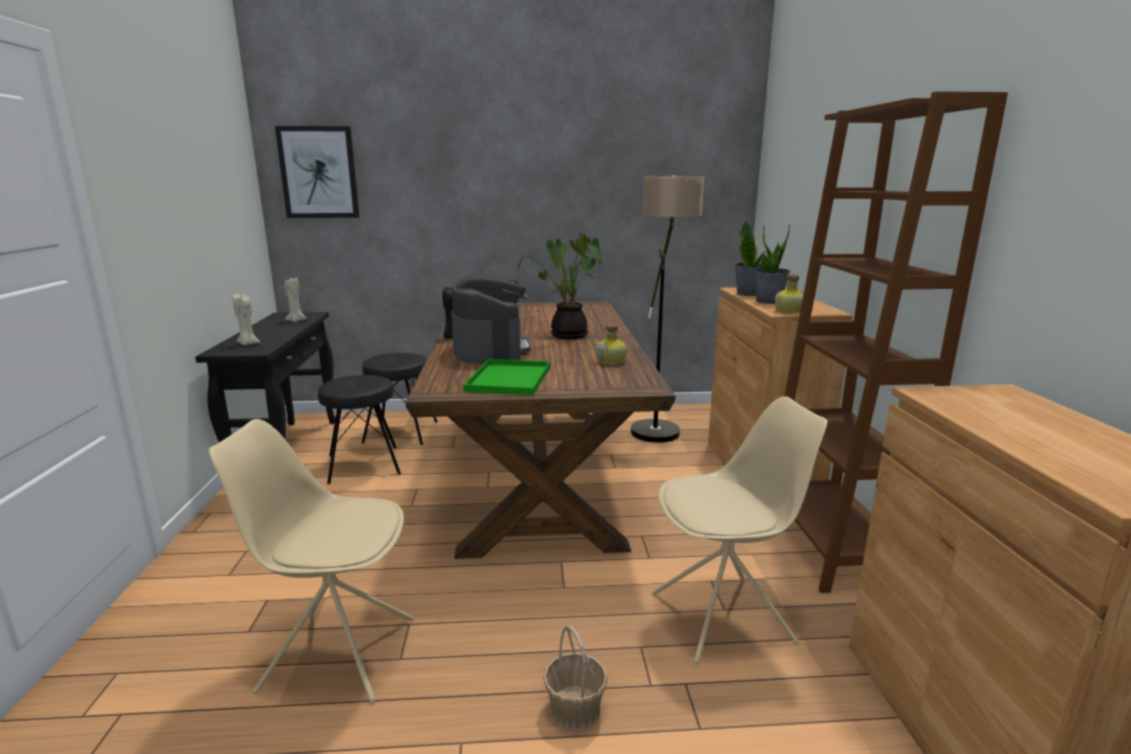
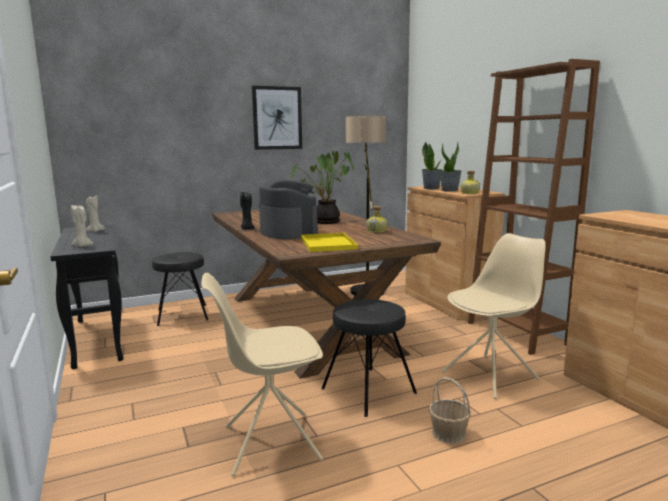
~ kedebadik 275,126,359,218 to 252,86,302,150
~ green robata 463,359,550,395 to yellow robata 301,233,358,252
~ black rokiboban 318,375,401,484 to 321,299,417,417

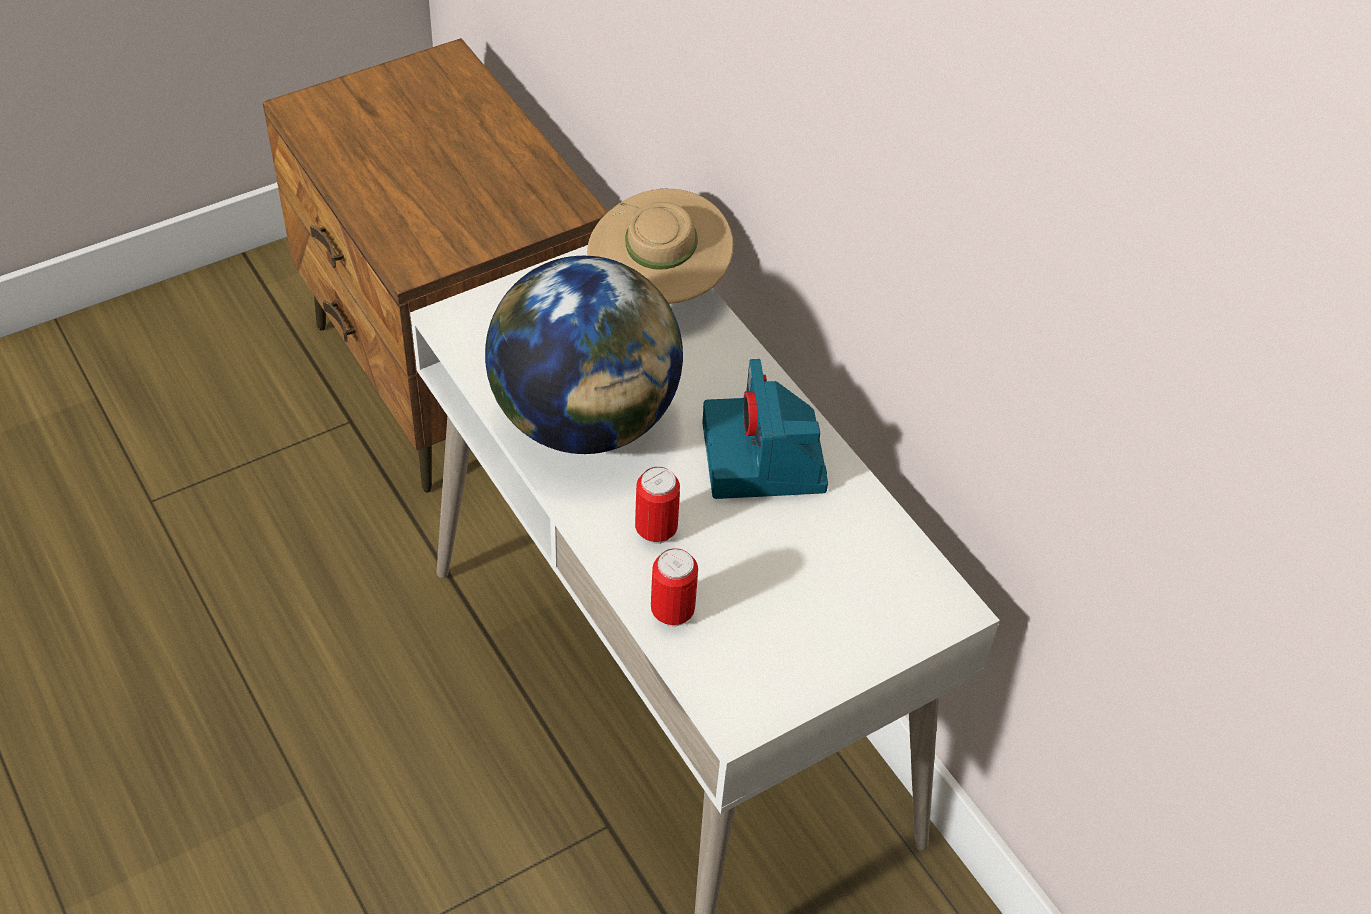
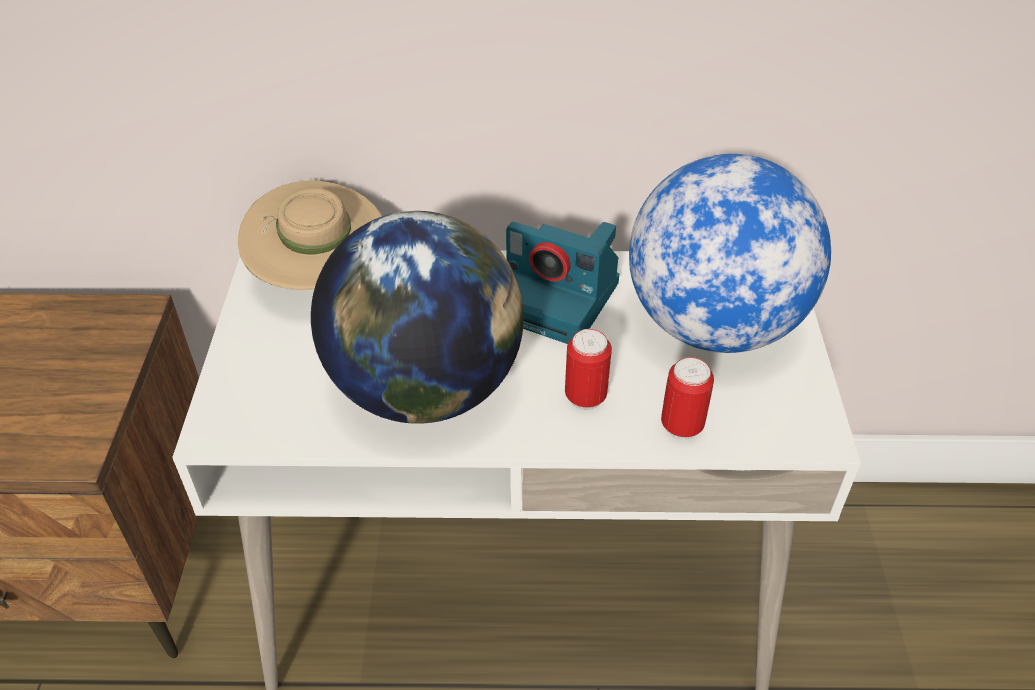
+ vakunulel 629,154,831,353

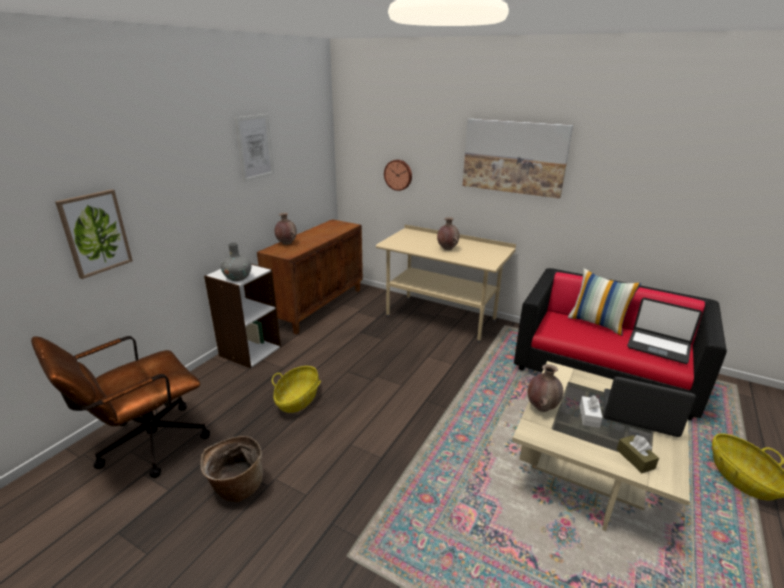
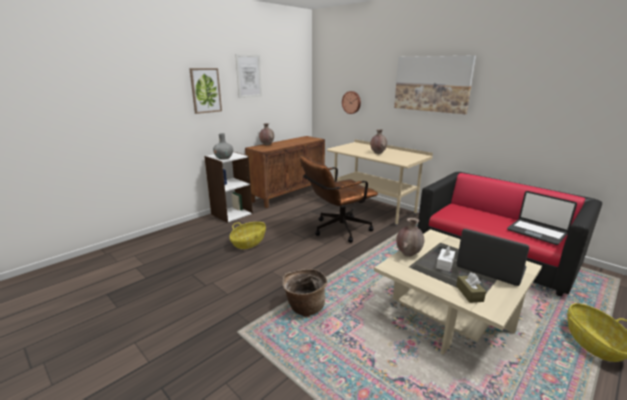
~ kedebadik 55,189,133,279 to 189,68,222,114
~ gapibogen 200,436,263,502 to 282,269,328,317
~ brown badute 31,336,210,478 to 299,155,378,243
- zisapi 568,268,641,336

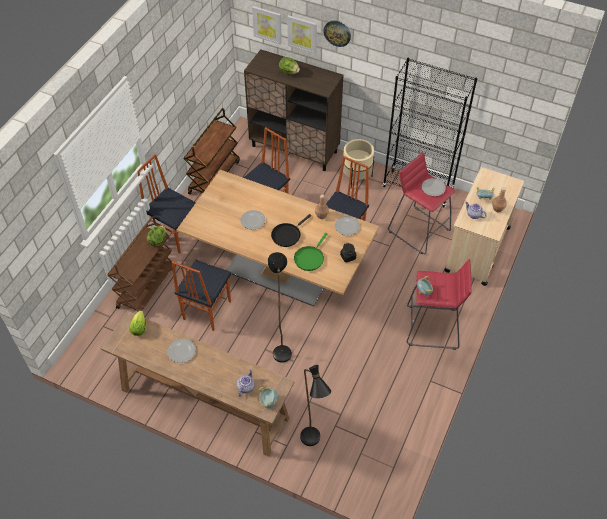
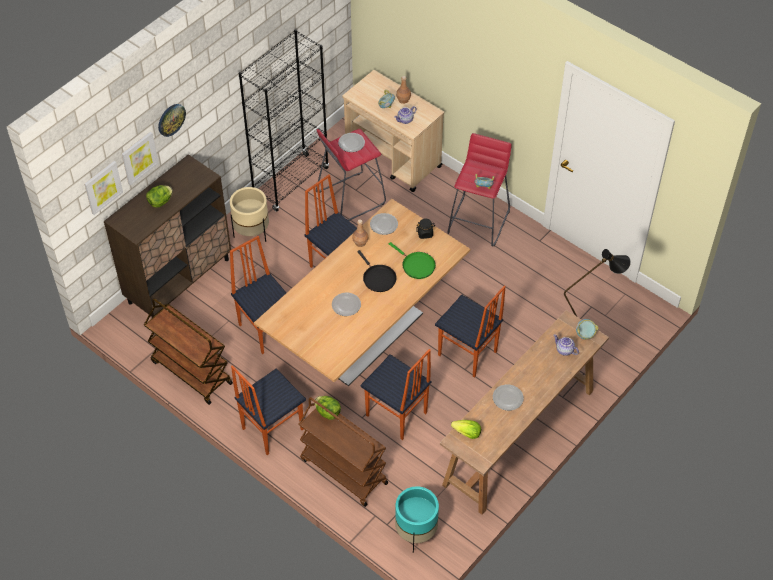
+ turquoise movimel 395,486,439,553
~ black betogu 268,252,292,363 to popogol 435,286,506,378

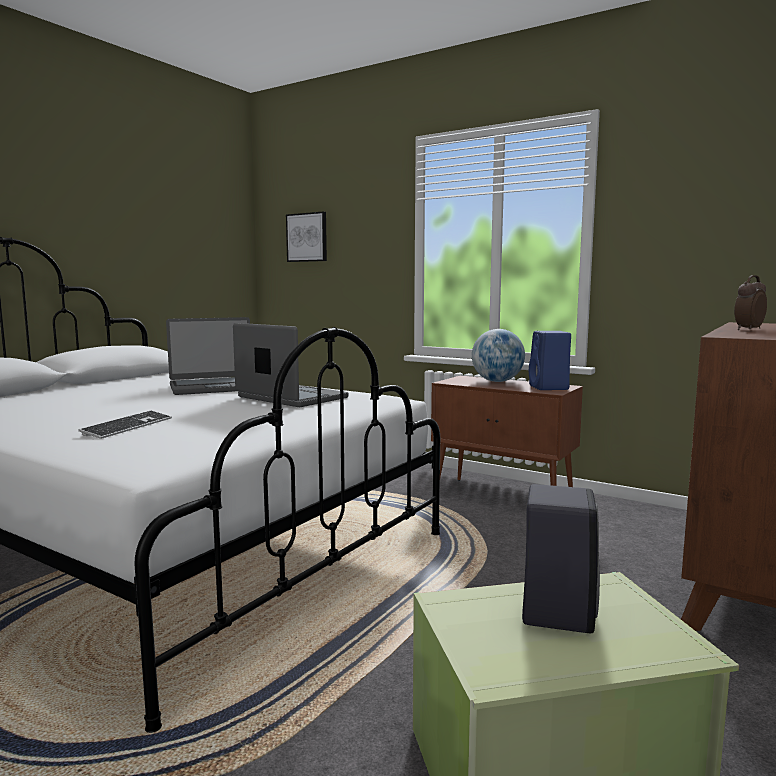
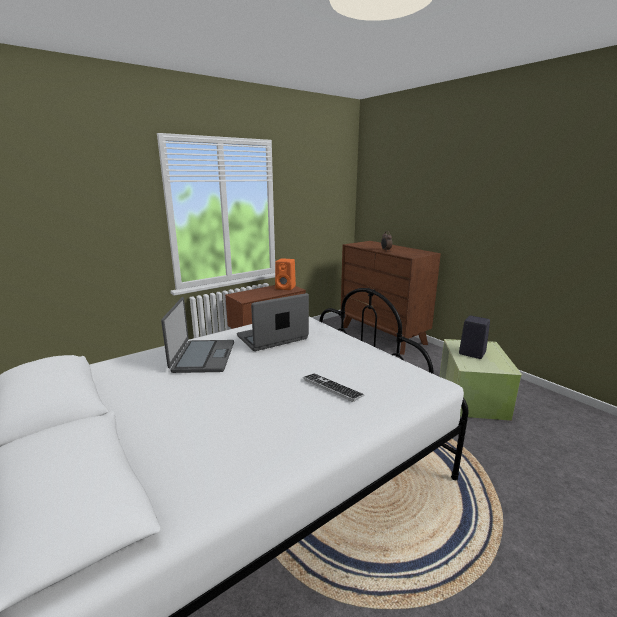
~ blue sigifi 529,331,571,390 to orange sigifi 275,258,296,290
- kedebadik 286,212,327,262
- vakunulel 472,329,525,382

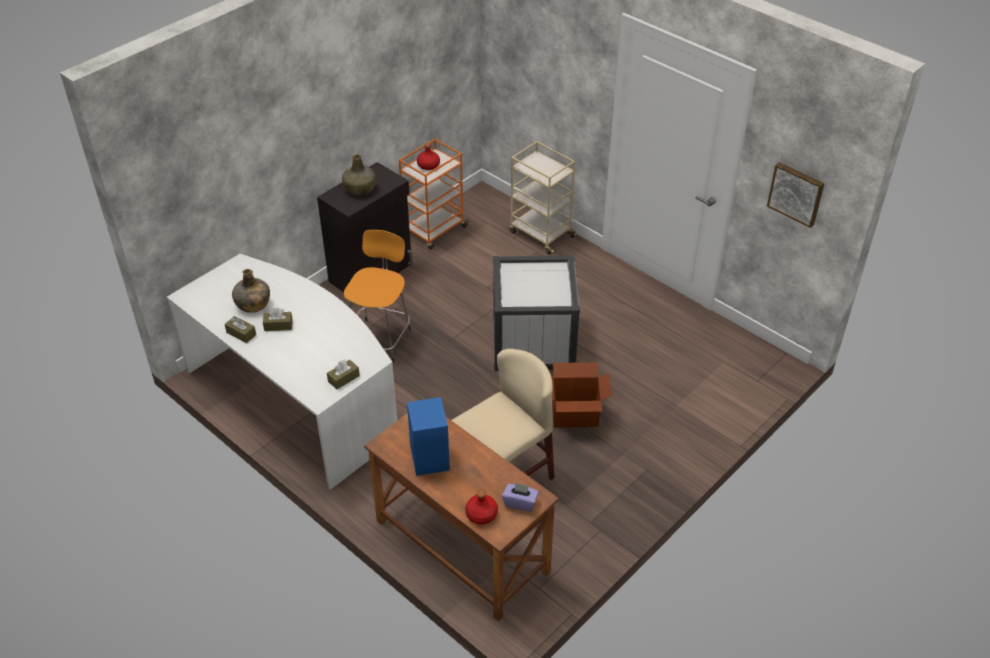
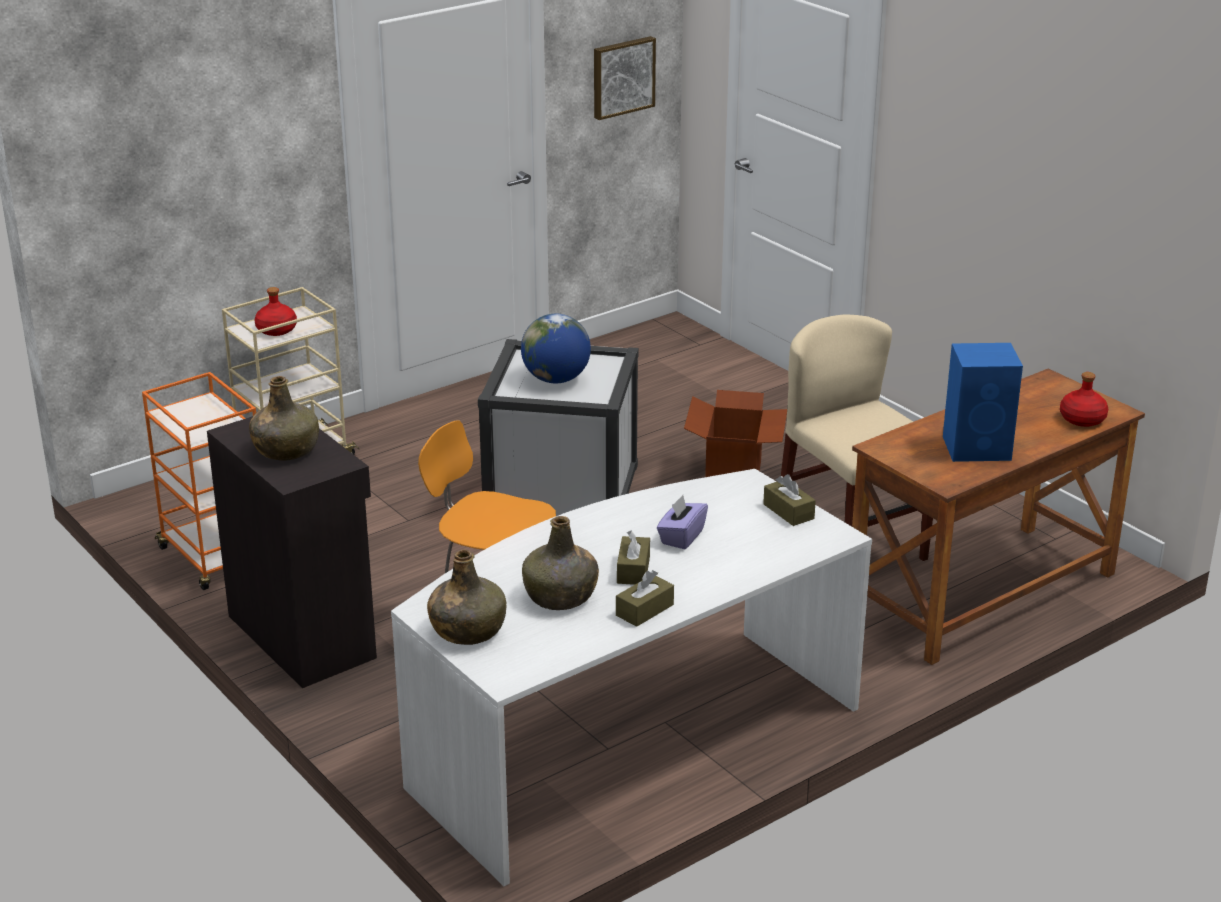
~ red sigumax 417,143,440,170 to 255,287,297,336
+ green sigumax 427,549,506,645
+ vakunulel 521,314,591,383
~ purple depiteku 502,482,539,512 to 657,495,708,549

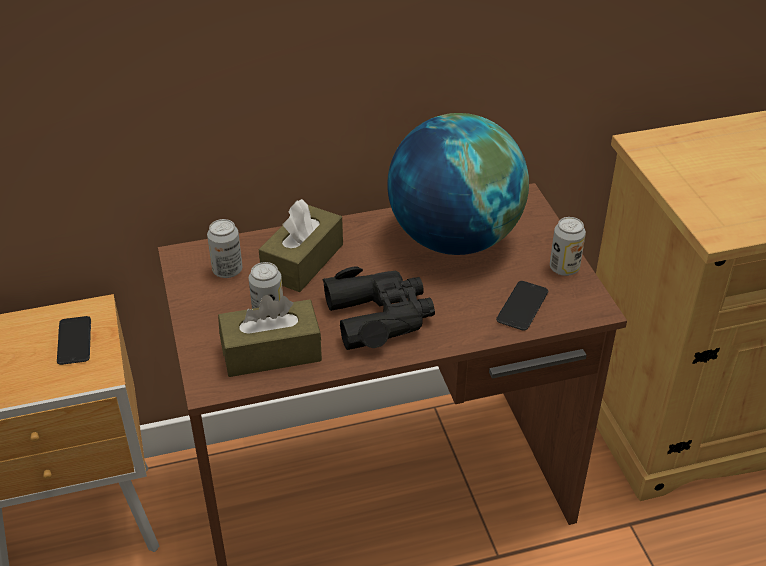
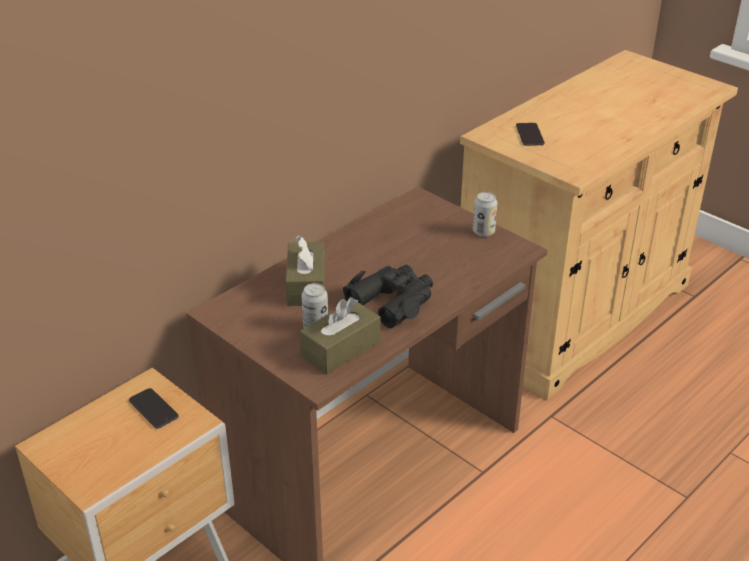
~ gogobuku 496,281,548,331 to 516,123,545,146
- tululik 207,219,242,278
- vakunulel 387,113,529,255

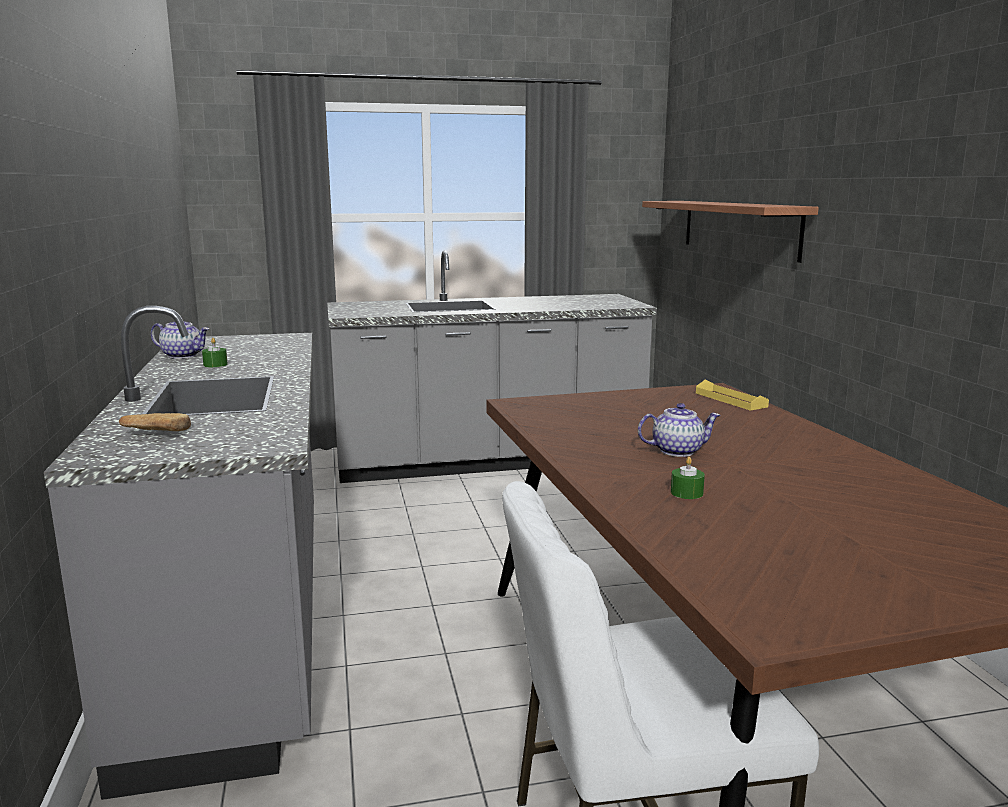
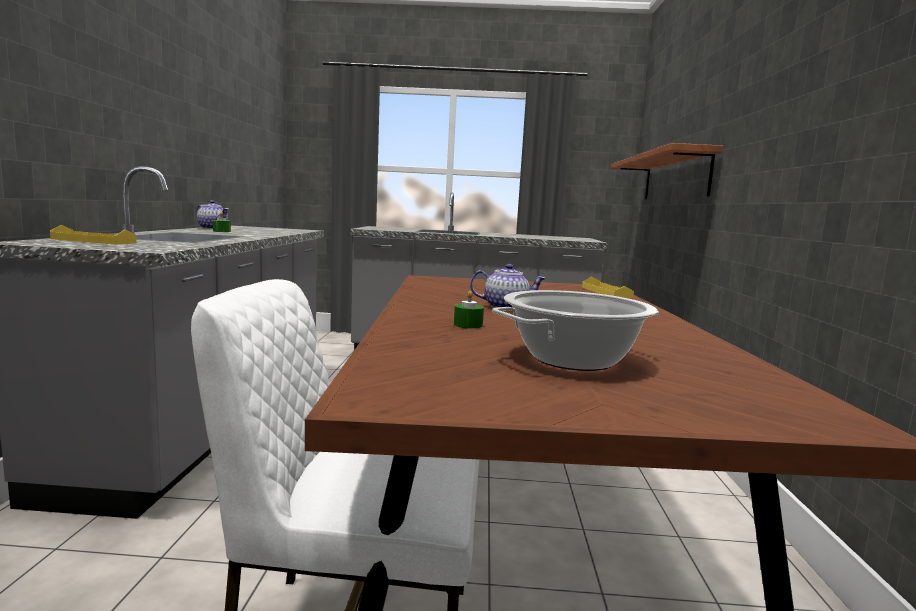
~ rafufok 119,413,191,431 to yellow robata 50,225,137,245
+ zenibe 492,290,659,371

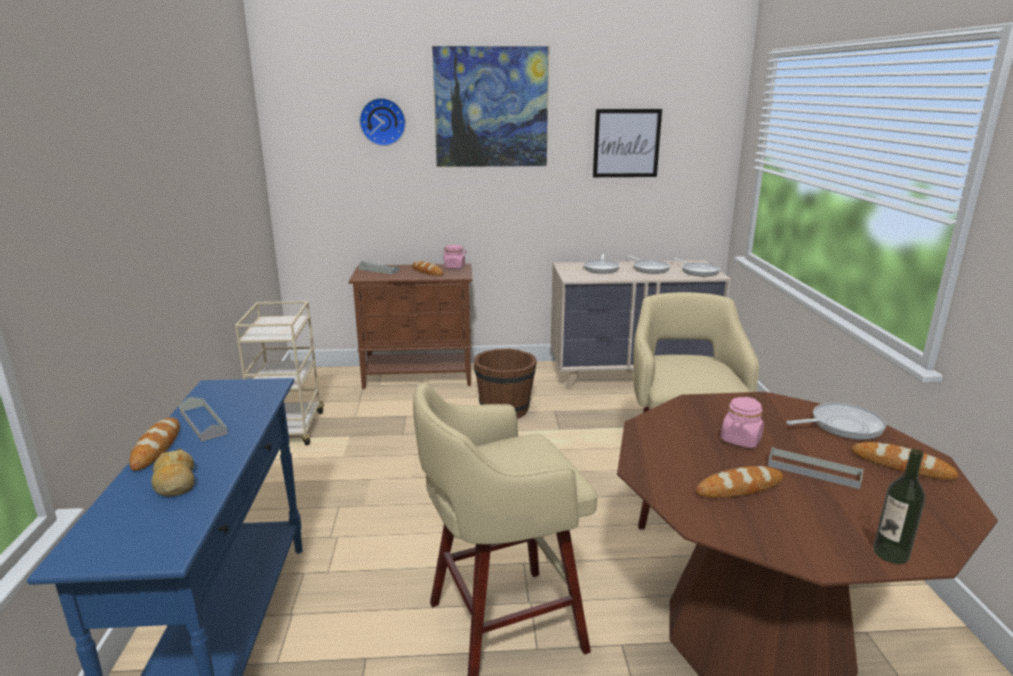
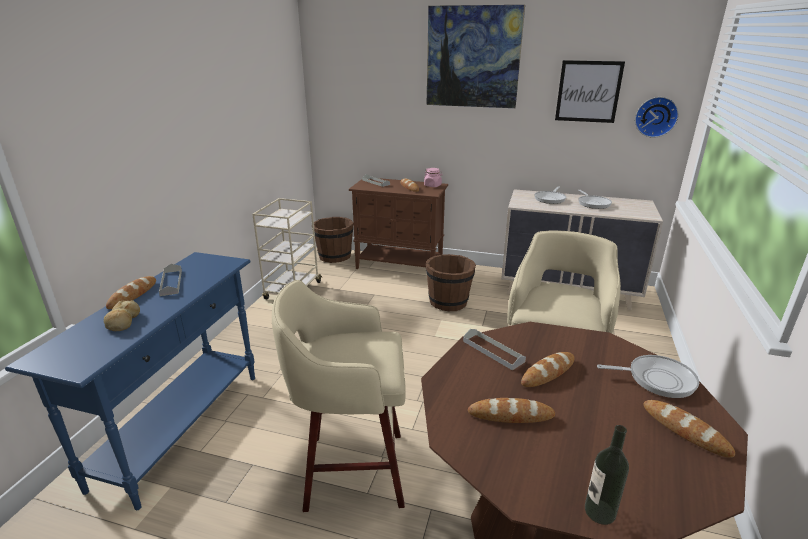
+ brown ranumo 312,217,353,263
~ grey robata 768,447,863,489 to 463,329,526,370
~ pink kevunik 721,397,764,448 to rafufok 521,352,574,387
~ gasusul 359,98,406,146 to 635,97,679,138
- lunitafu 672,258,720,276

